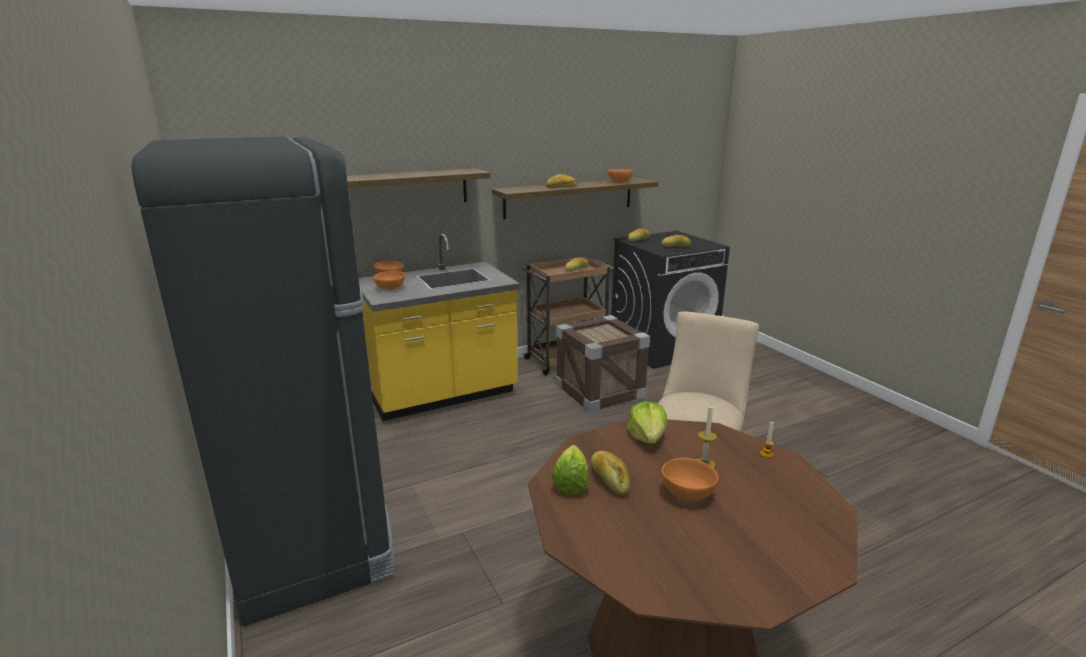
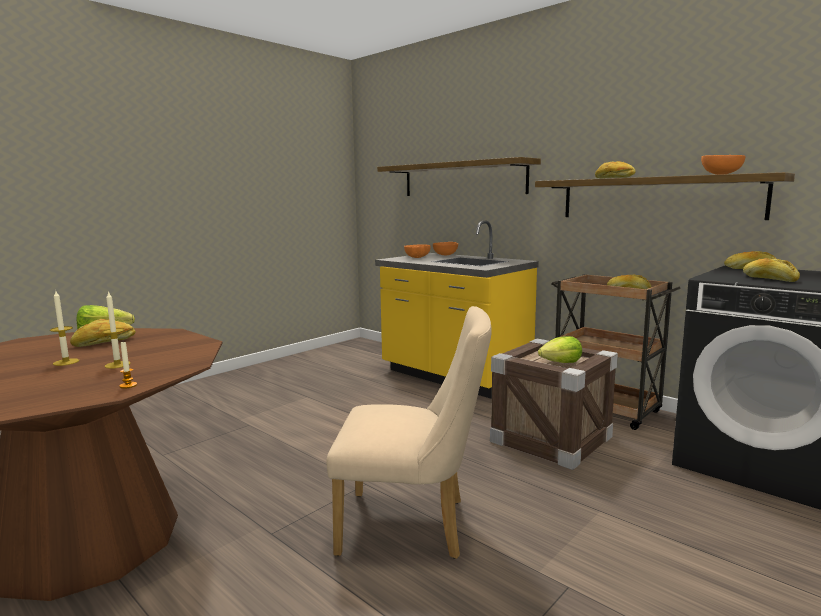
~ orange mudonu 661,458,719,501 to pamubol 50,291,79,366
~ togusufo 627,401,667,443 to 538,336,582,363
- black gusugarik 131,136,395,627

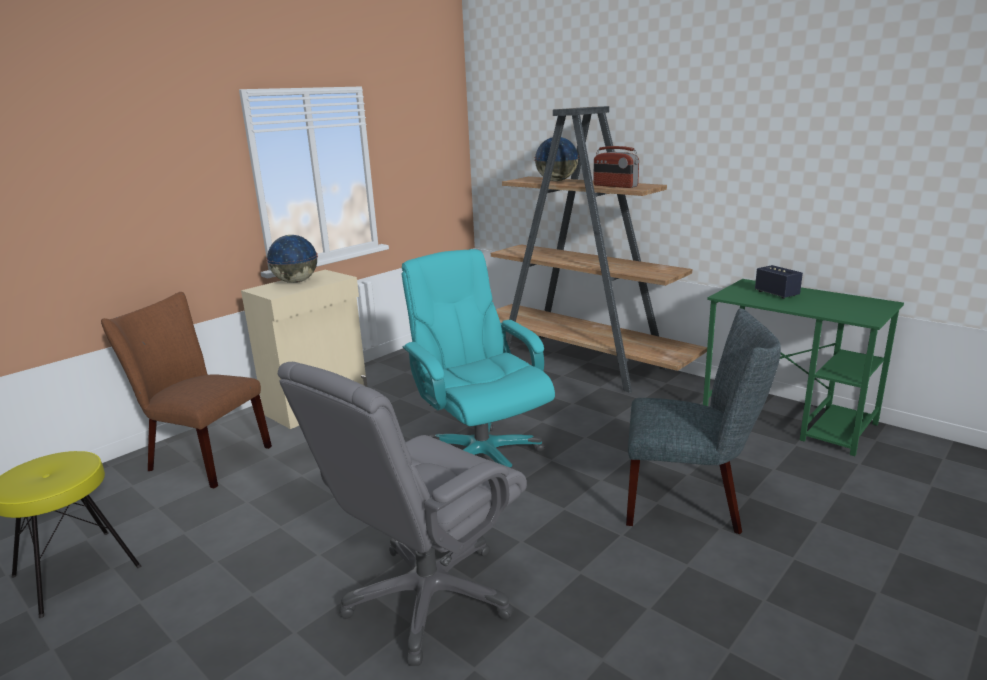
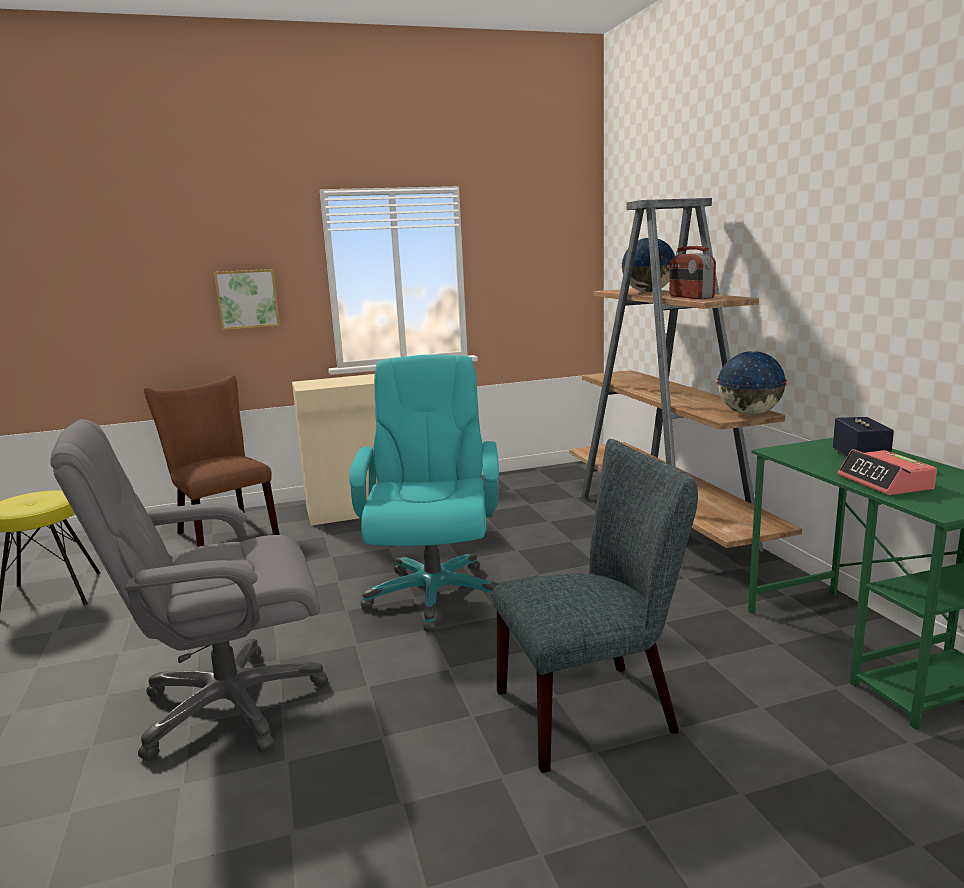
+ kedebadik 214,269,280,330
~ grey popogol 626,308,781,534 = 492,439,698,773 60 degrees counterclockwise
~ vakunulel 266,235,318,283 to 717,351,787,415
+ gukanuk 838,449,937,495

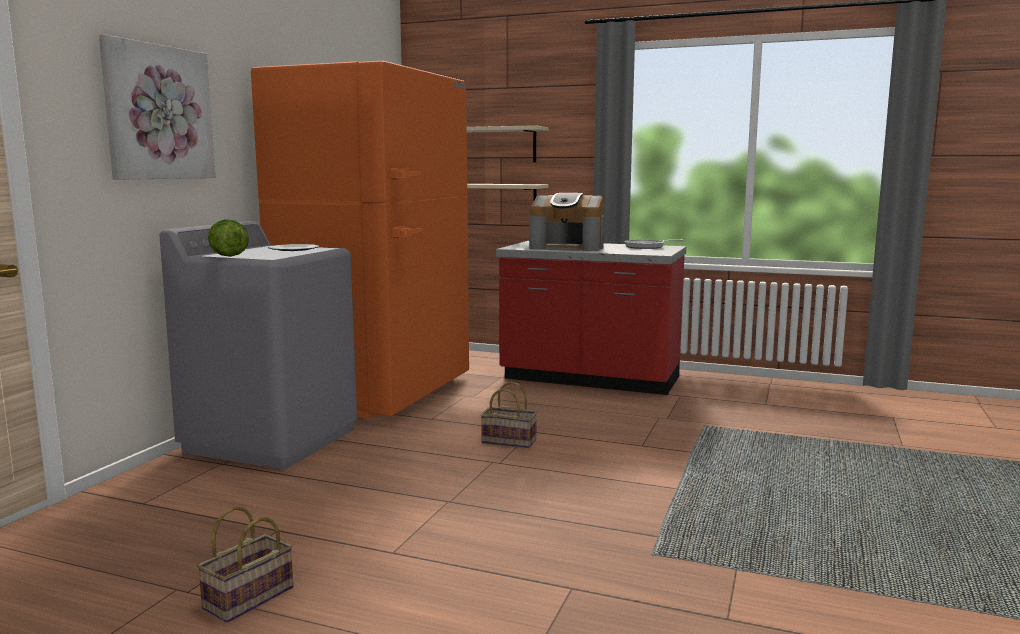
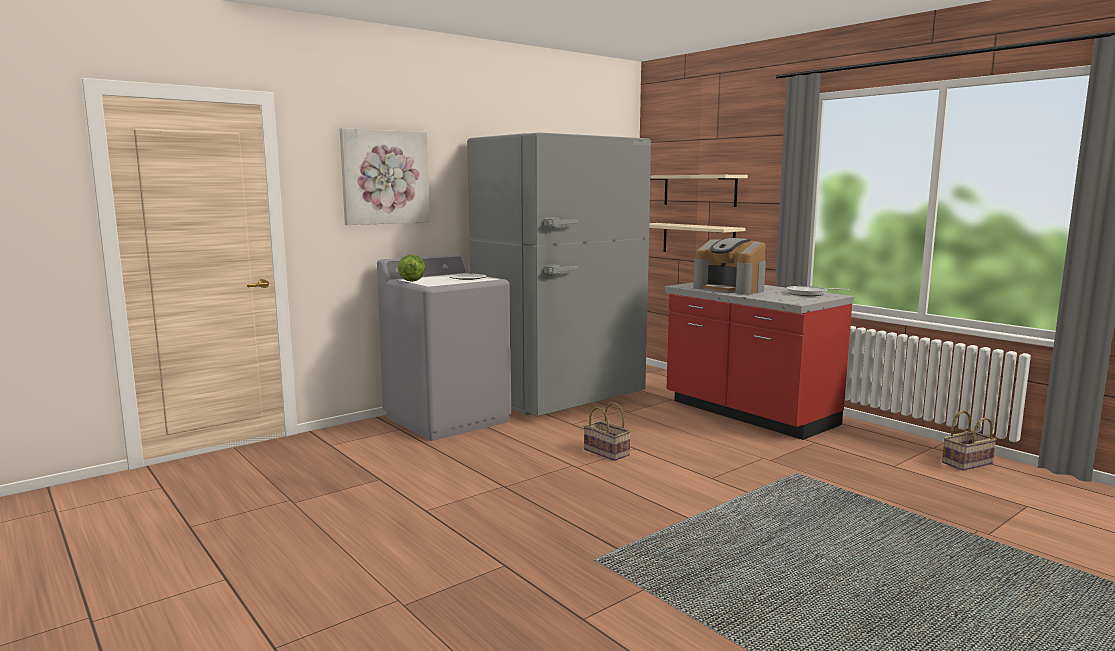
~ orange gusugarik 251,61,469,418 to grey gusugarik 467,132,651,416
~ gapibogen 197,506,293,623 to 942,411,997,471

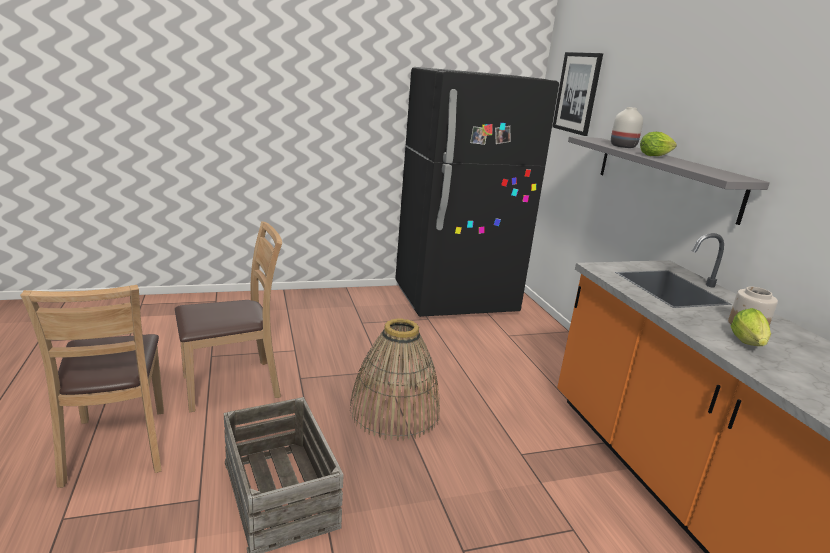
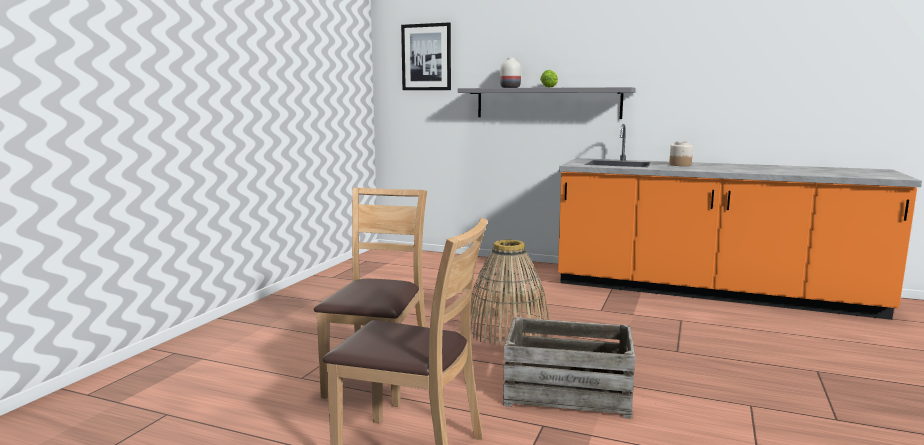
- black gusugarik 395,67,559,317
- togusufo 731,308,771,346

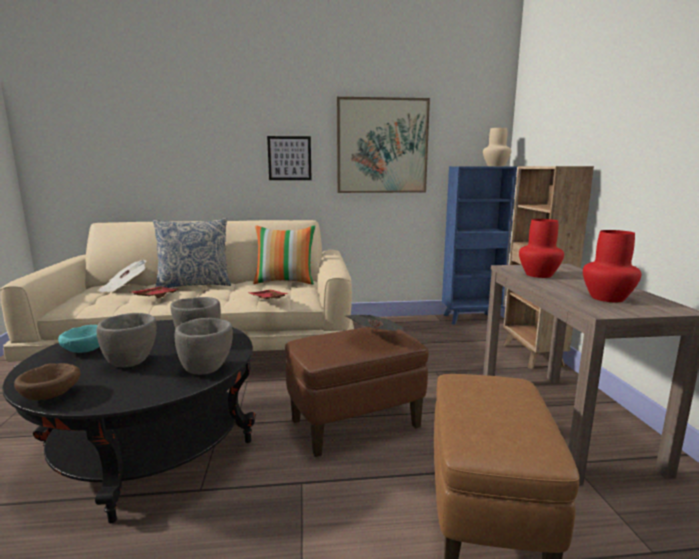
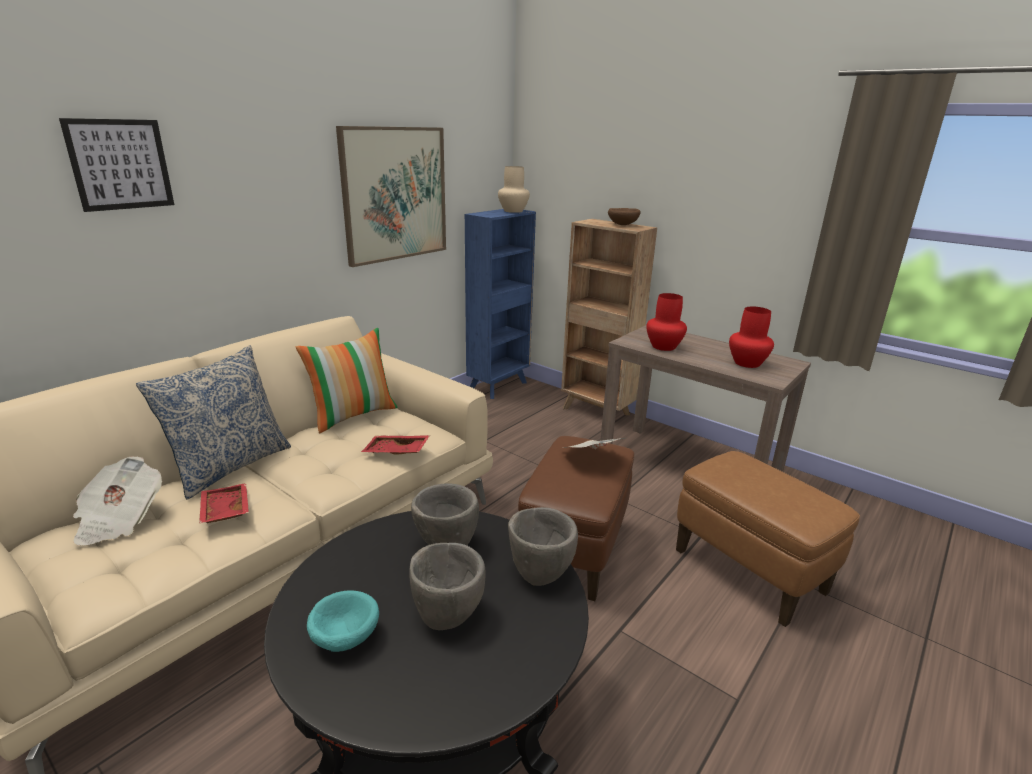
~ kedebadik 267,136,312,180 to 59,118,174,212
~ brown mudonu 14,363,81,400 to 608,208,641,225

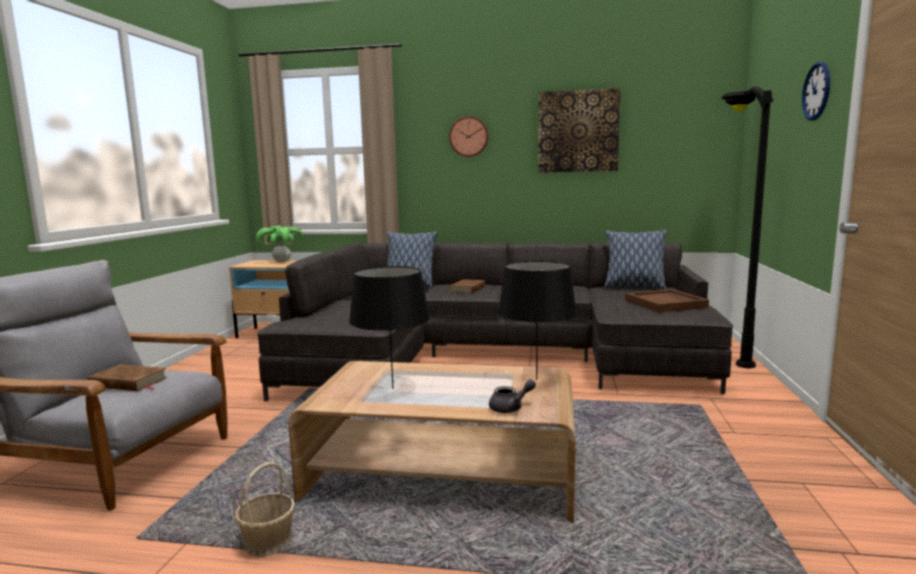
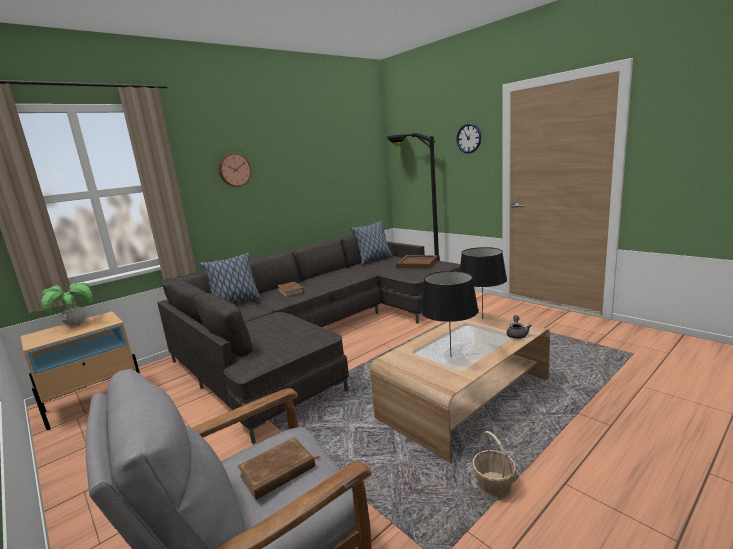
- kedebadik 538,88,621,173

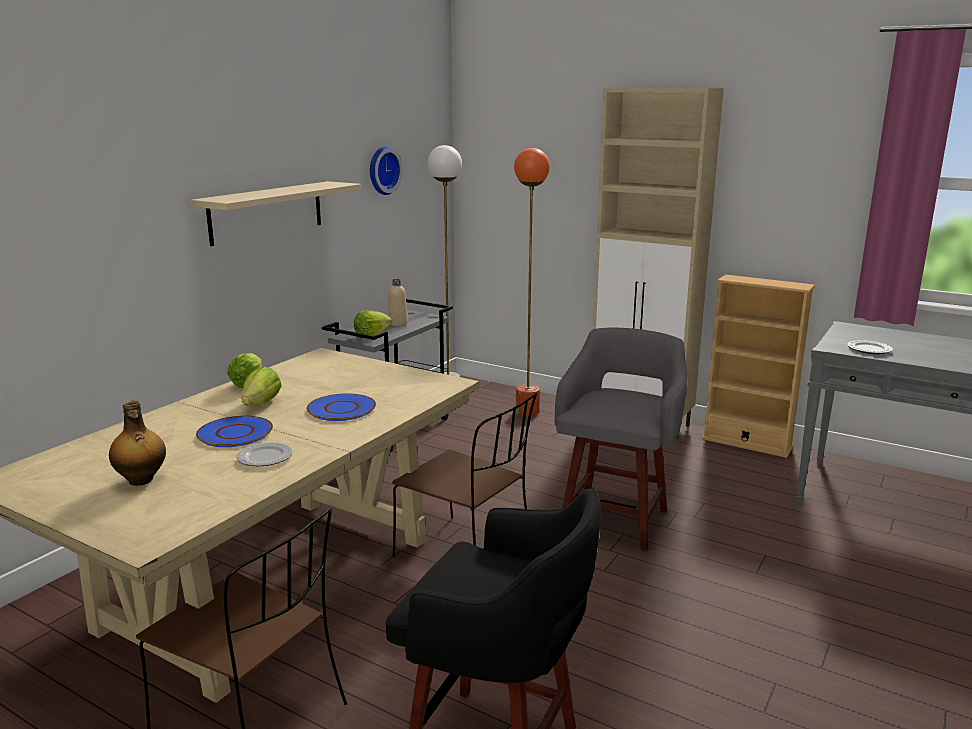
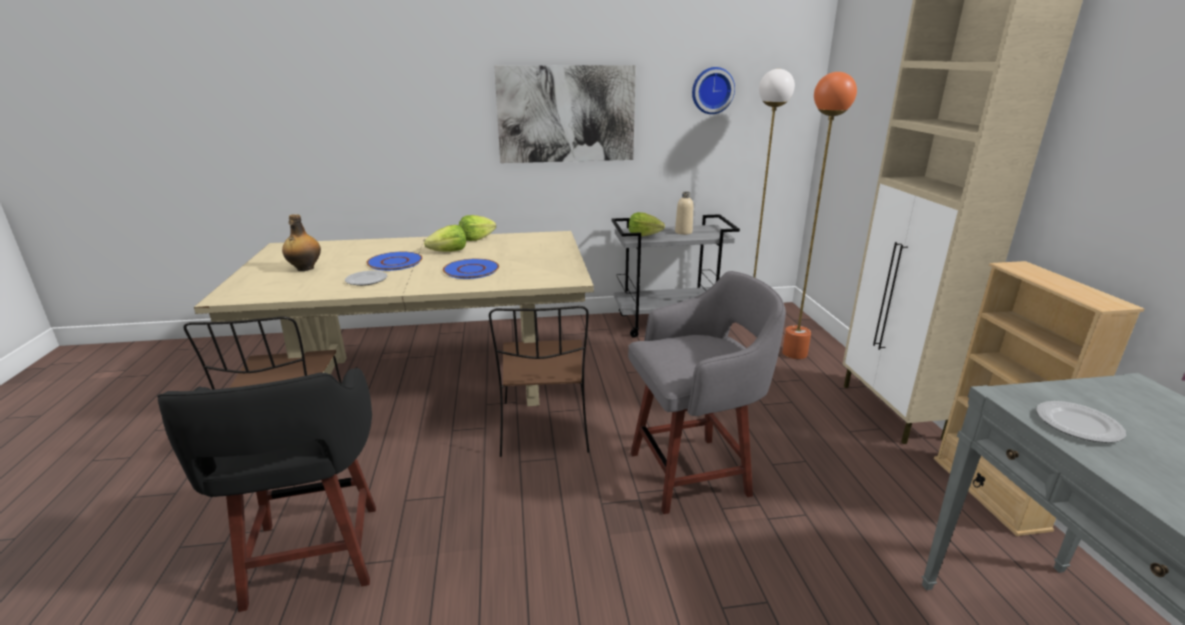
~ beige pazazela 190,181,362,246 to kedebadik 494,65,636,163

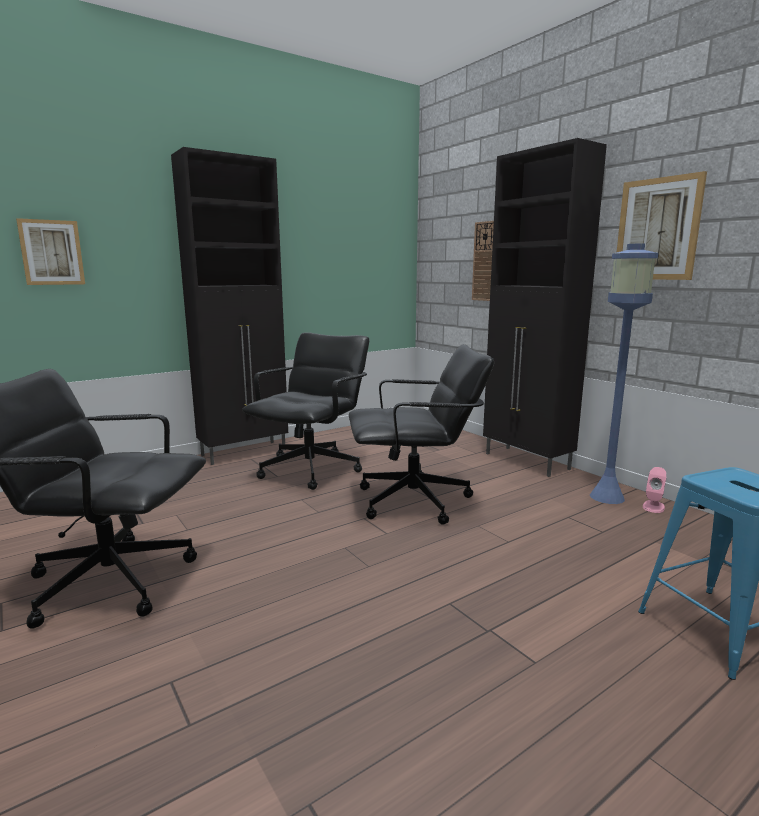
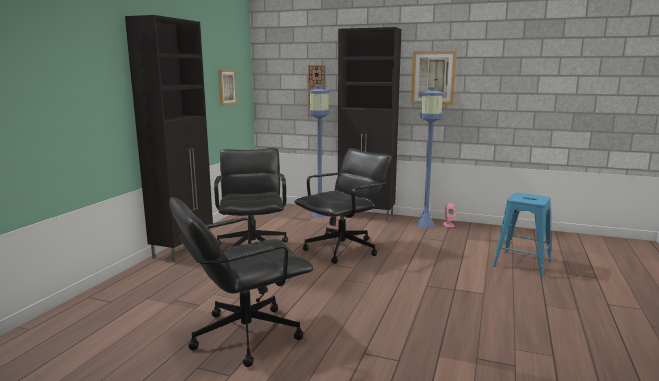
~ kedebadik 16,218,85,285 to 218,70,237,106
+ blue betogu 309,86,329,217

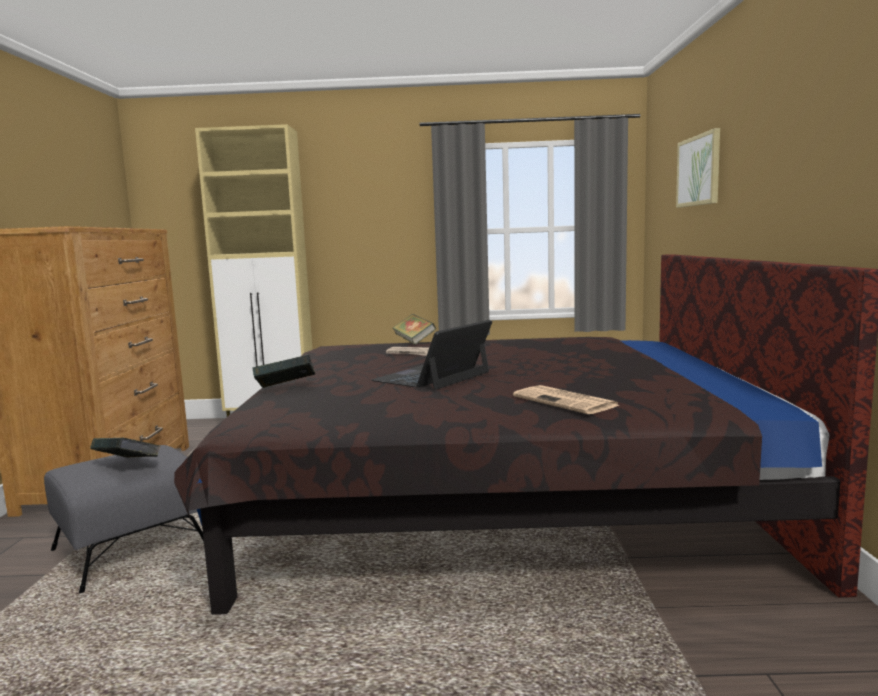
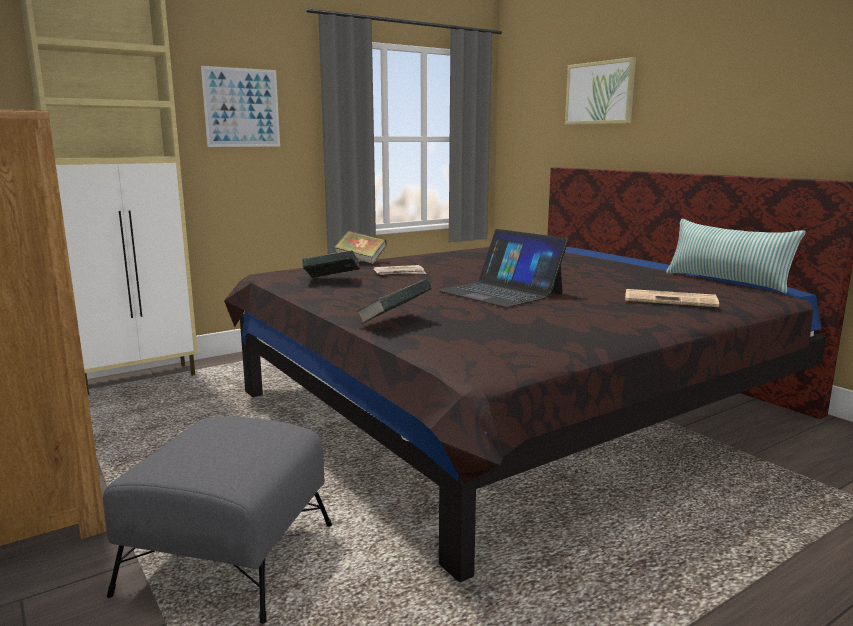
+ kedebadik 201,66,280,147
~ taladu 90,438,161,458 to 302,250,360,278
~ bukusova 371,320,492,390 = 437,229,569,308 45 degrees counterclockwise
+ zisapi 666,219,806,293

